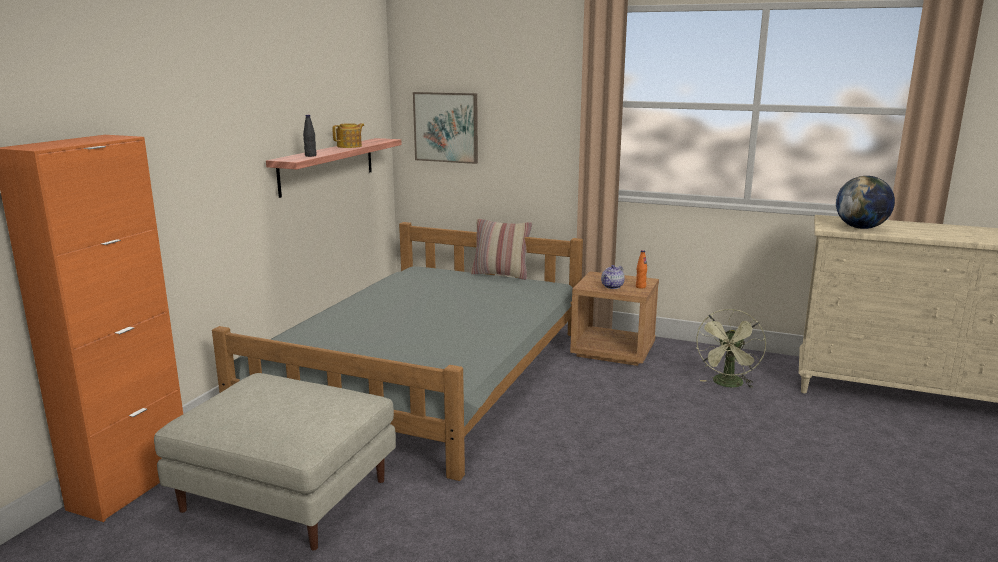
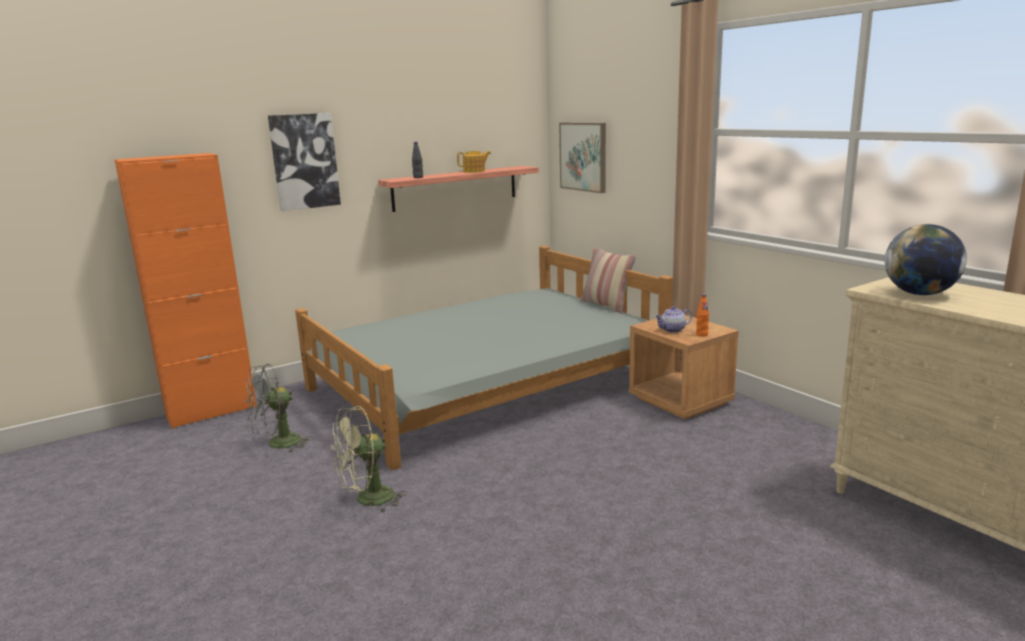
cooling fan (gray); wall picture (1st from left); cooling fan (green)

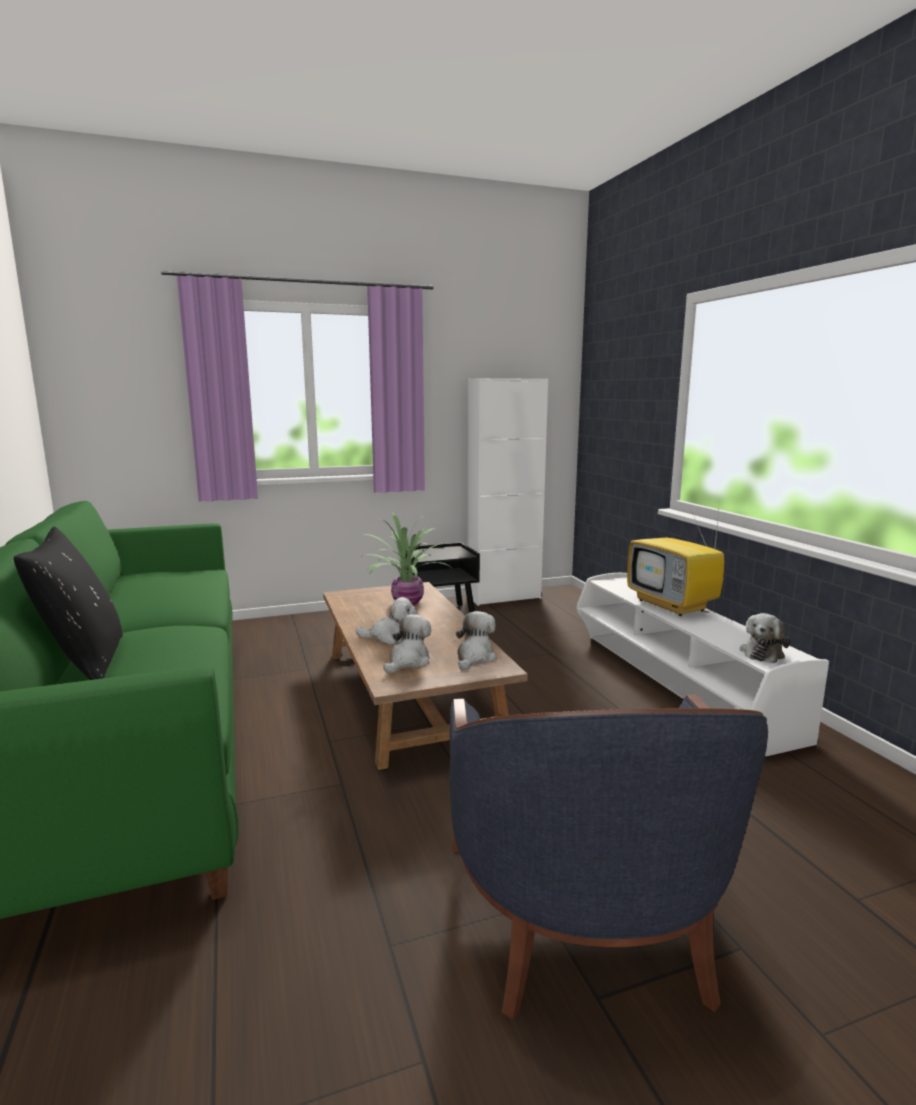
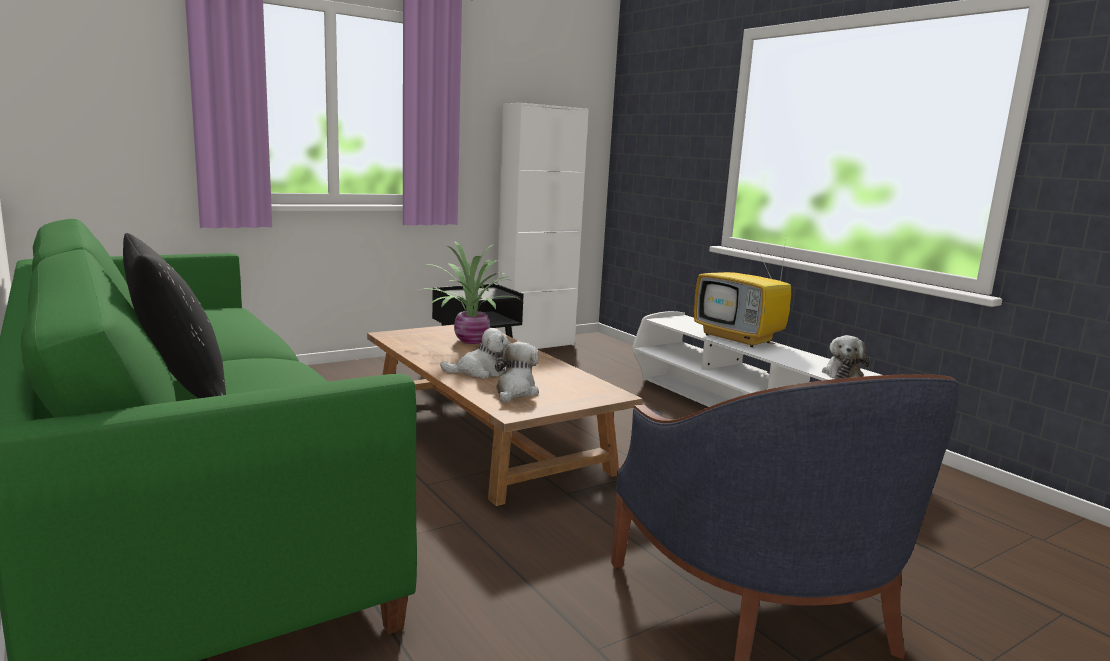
soft toy (3rd from left in the first image)

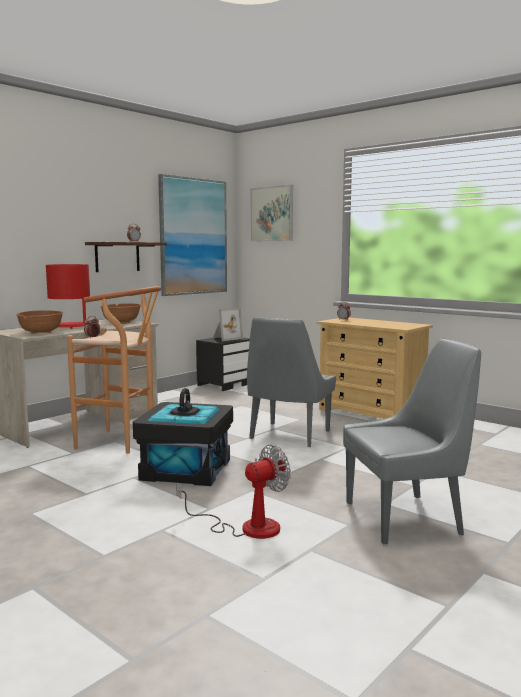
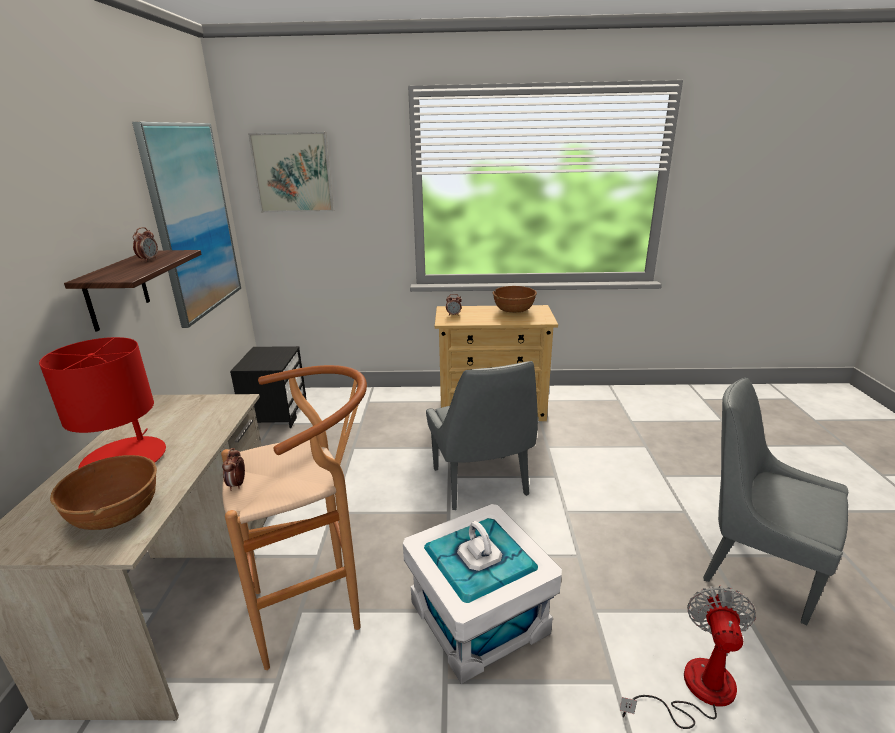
storage box (whitish); bowl (brown) (2nd from left); upright chair (gray) (2nd from left); standing frame

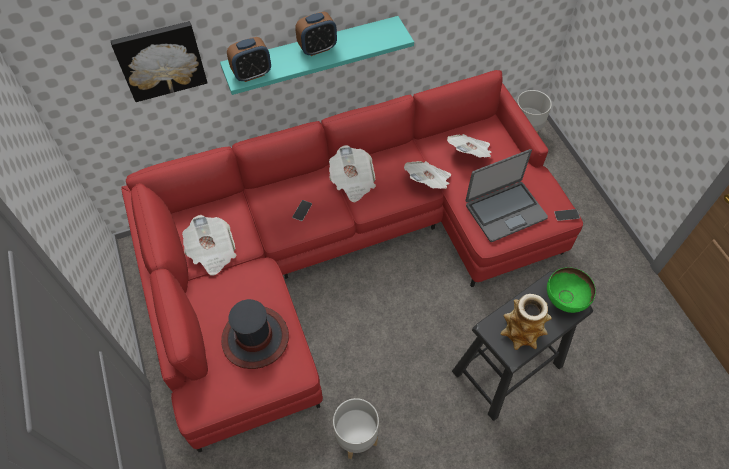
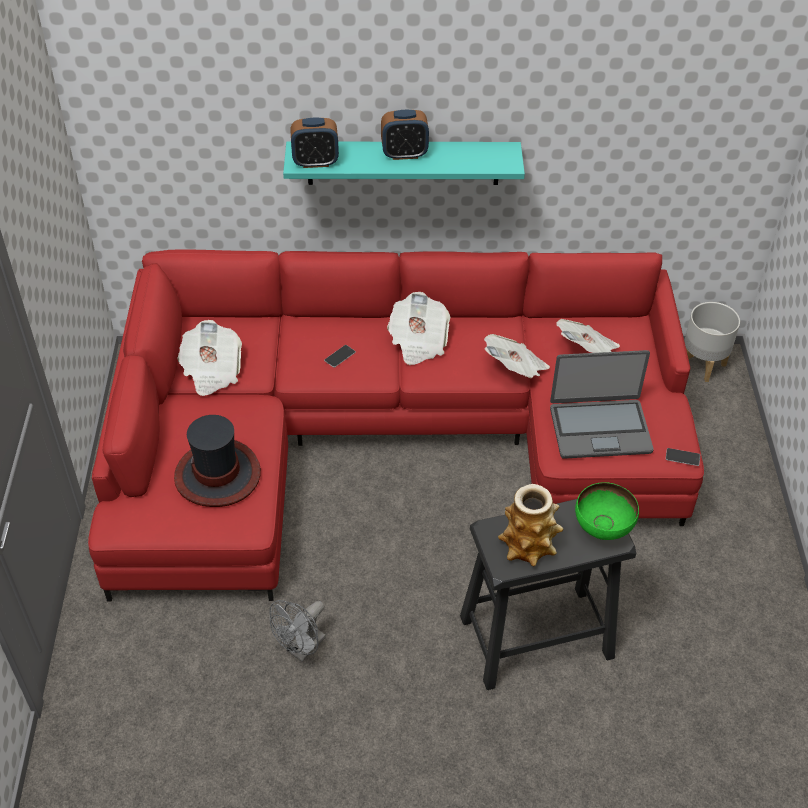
cooling fan (gray); wall picture

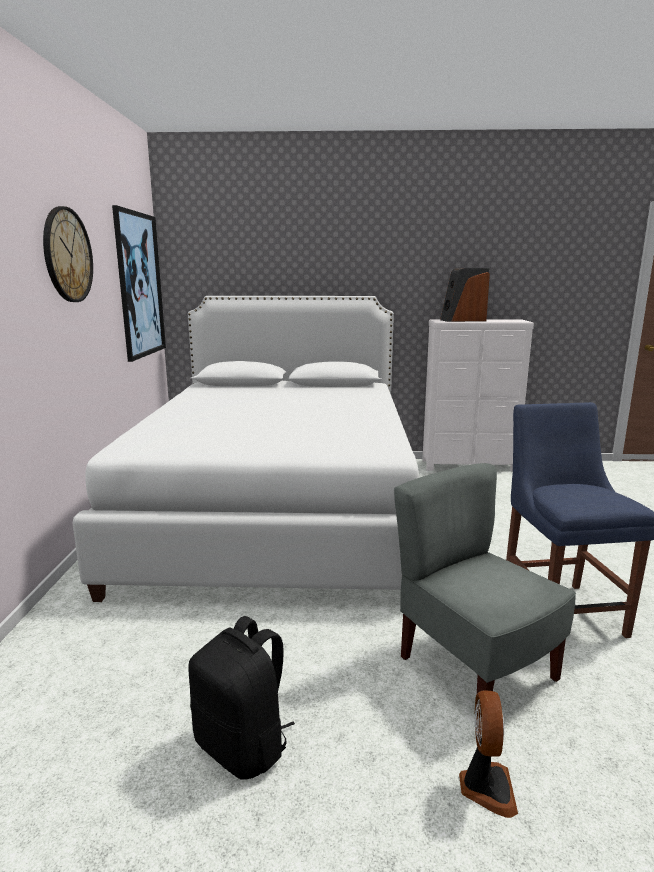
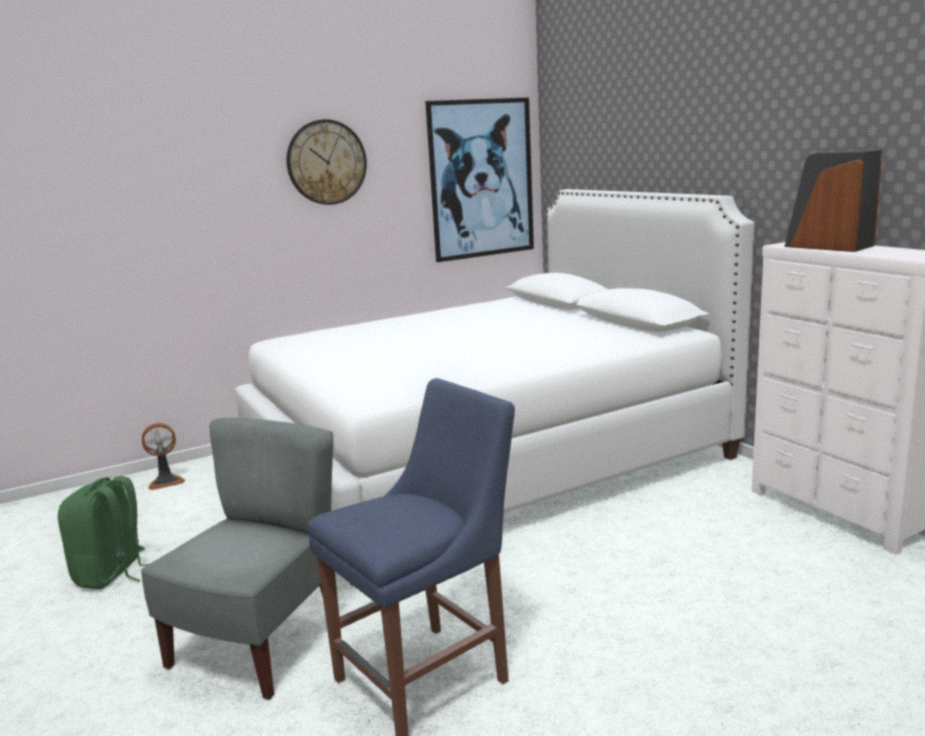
rucksack (green); cooling fan

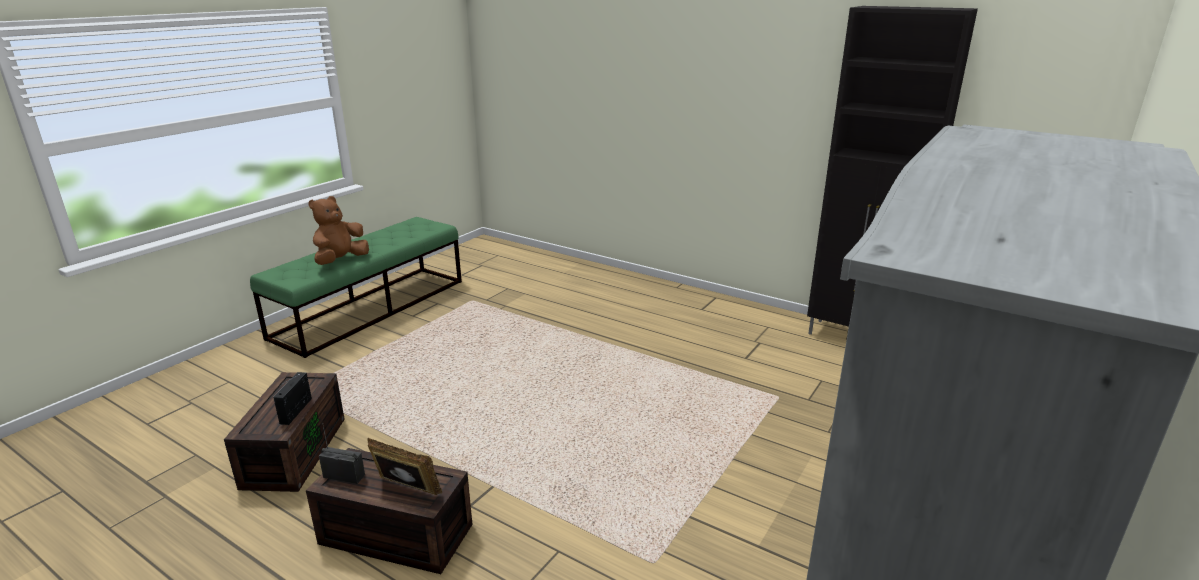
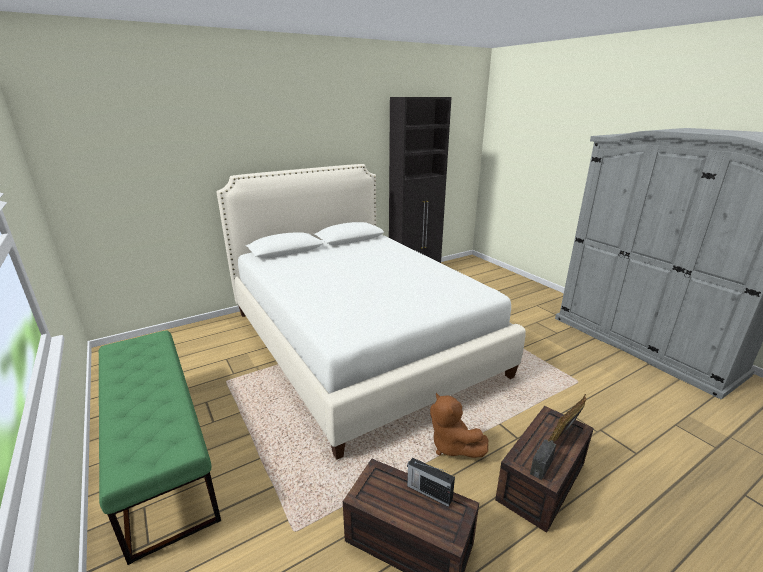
sleeping bed (whitish); soft toy (brown)

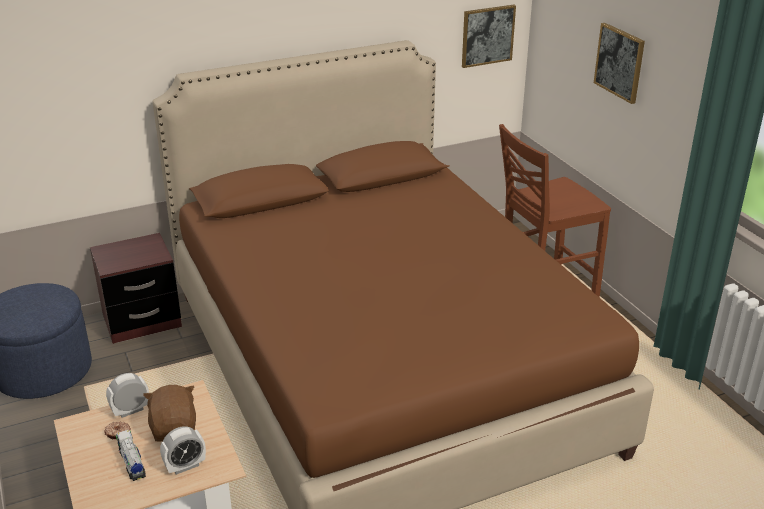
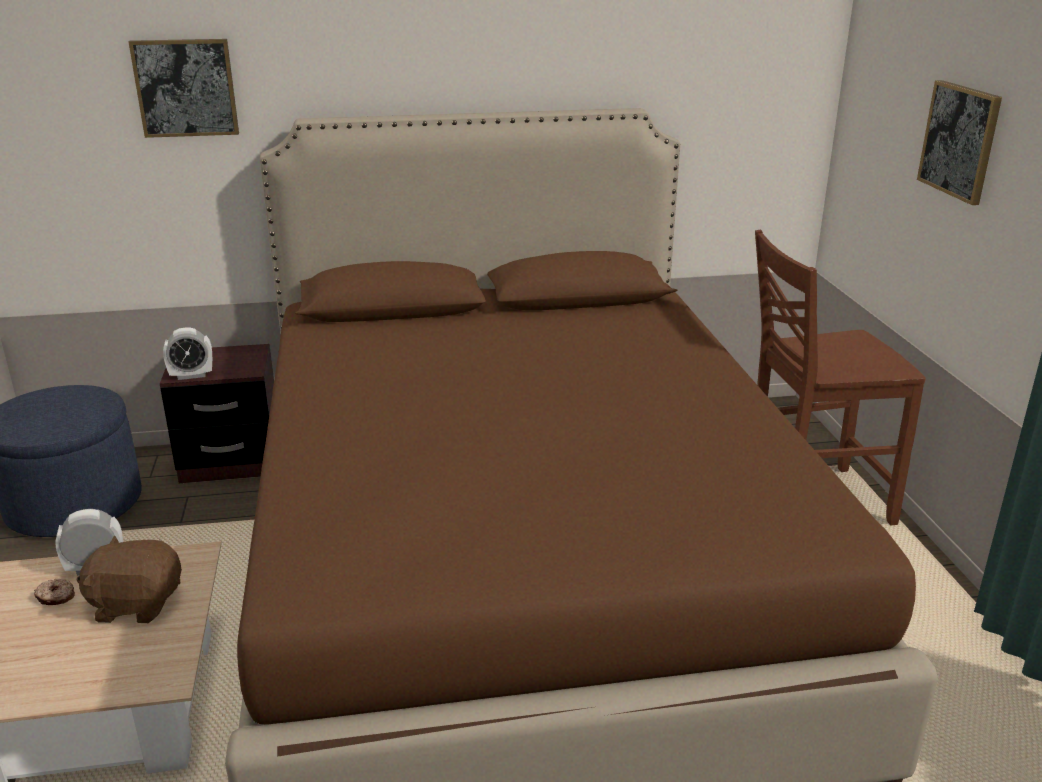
soft toy (brown); wall picture (1st from left); bedside clock (2nd from left); toy truck

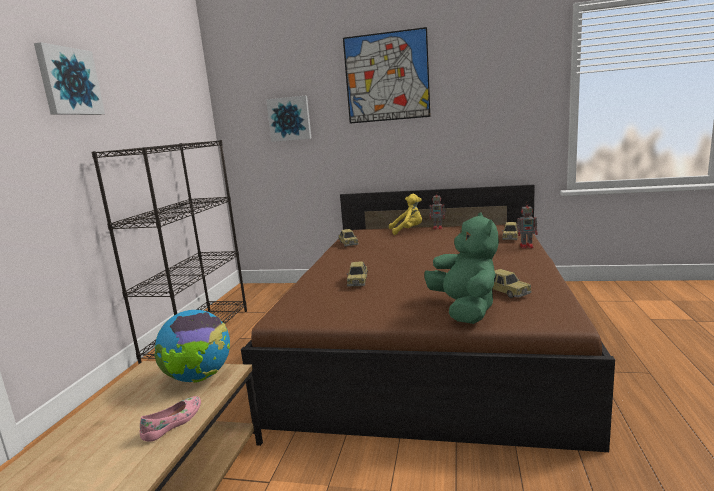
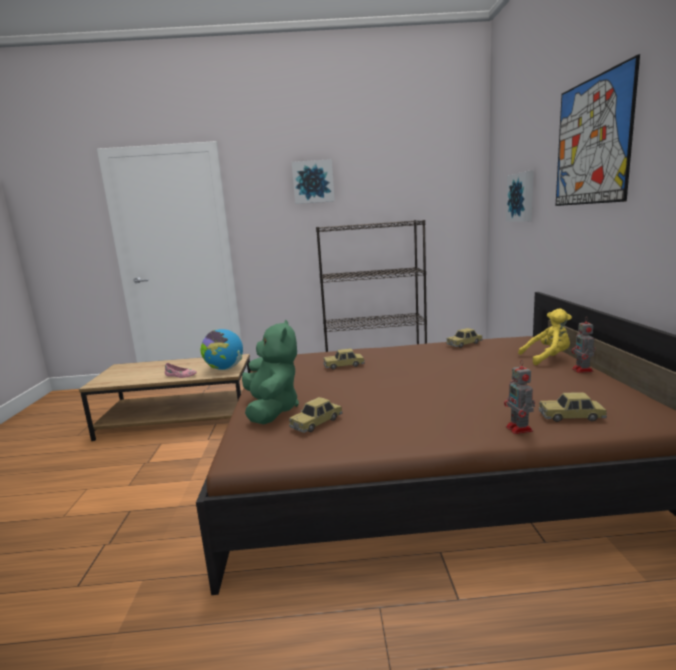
soft toy (green); soft toy (yellow)

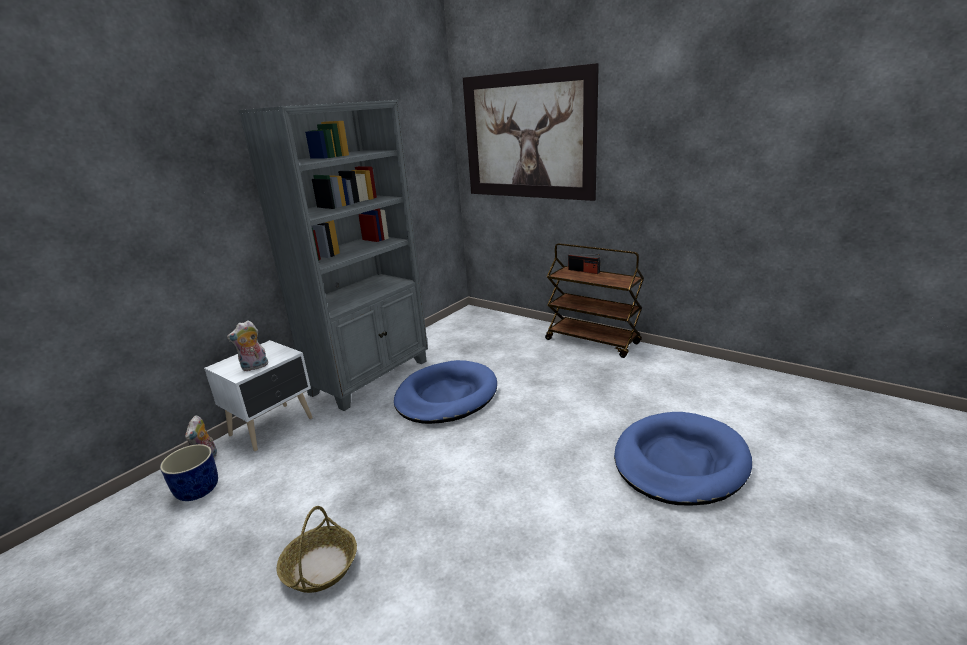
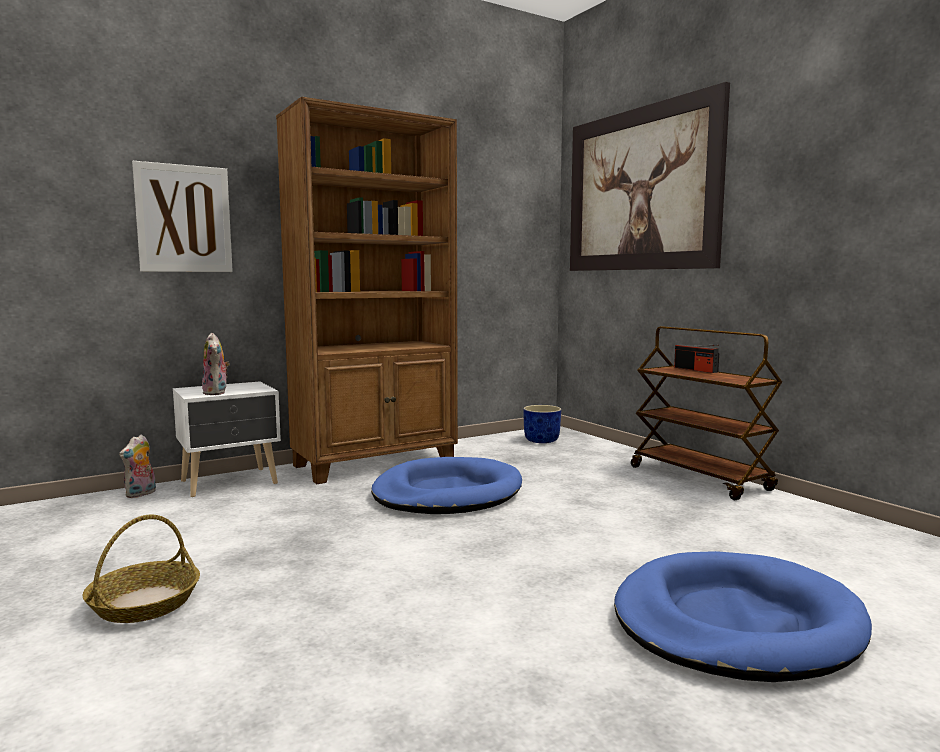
wall picture (1st from left); soft toy (2nd from left); bookshelf (brown); plant pot (blue-coloured)

